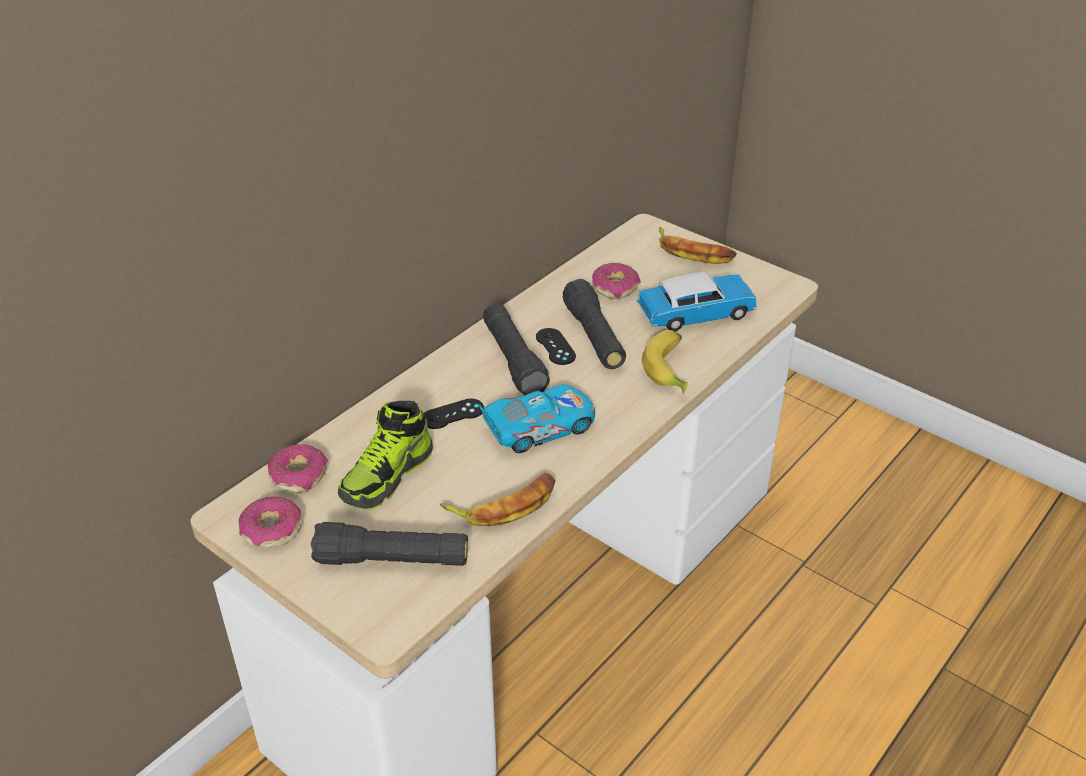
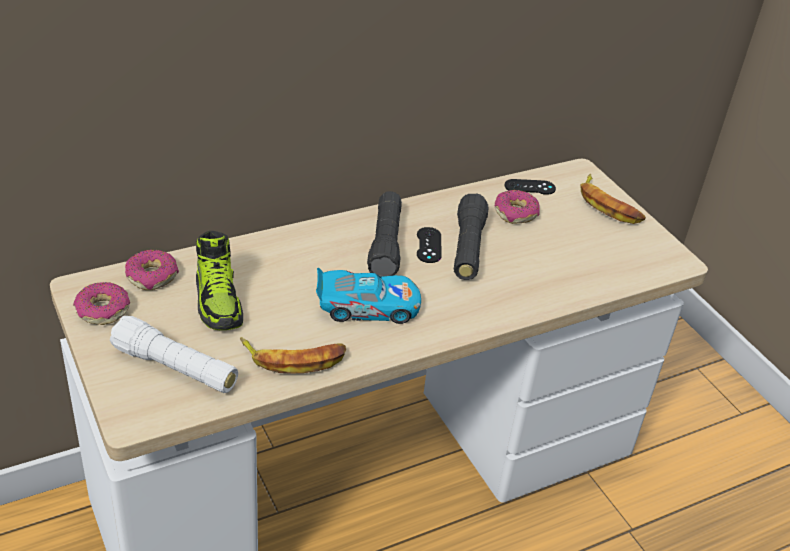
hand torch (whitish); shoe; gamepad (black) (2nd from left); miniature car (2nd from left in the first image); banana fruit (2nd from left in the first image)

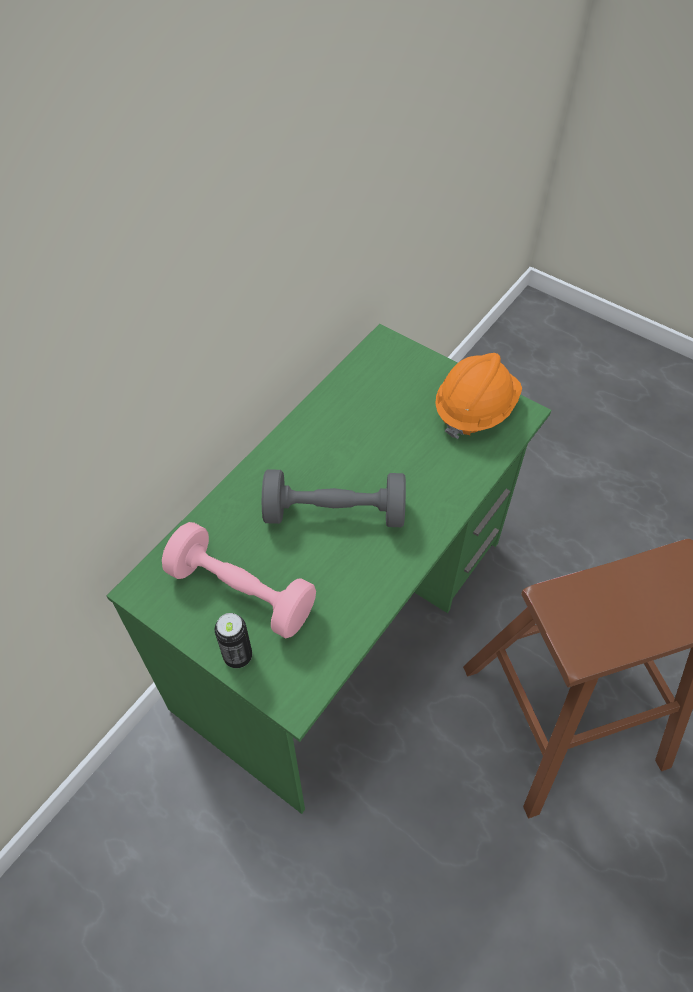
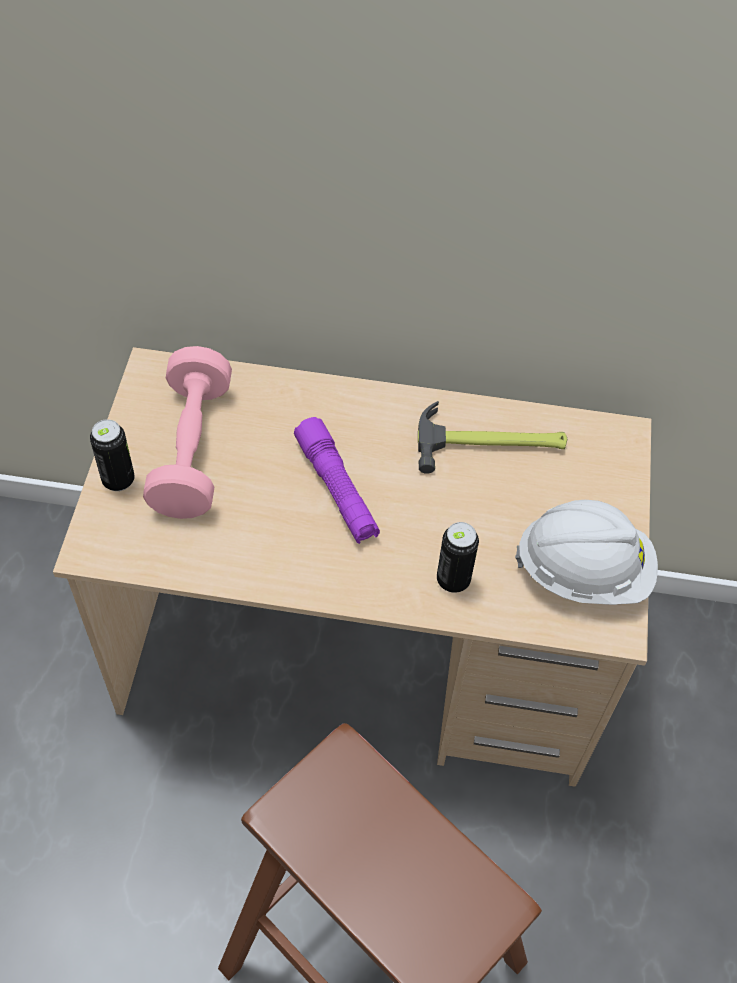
desk (beige); hand torch (purple-coloured); tool hammer; sealed can (2nd from left); safety helmet (whitish)

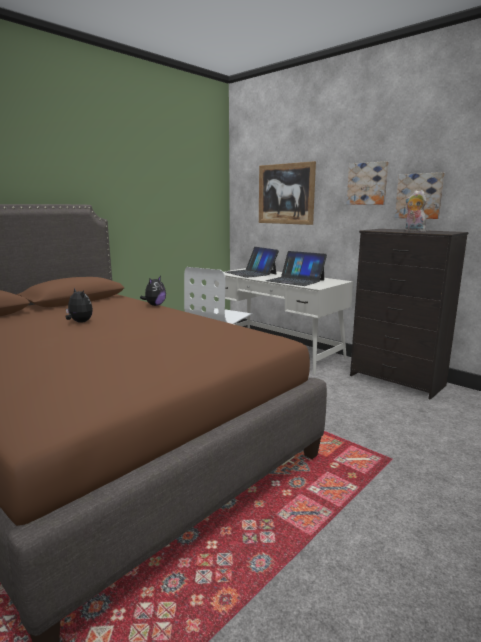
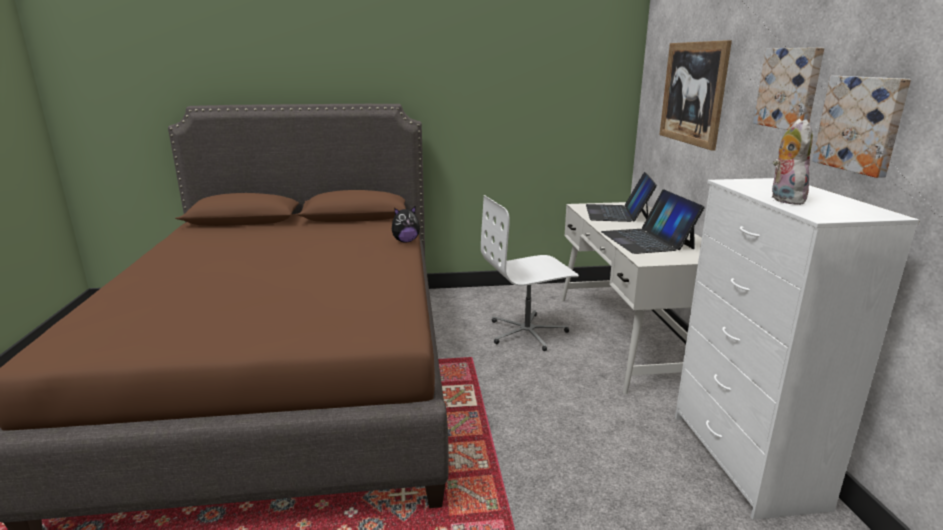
dresser (whitish); soft toy (1st from left in the first image)

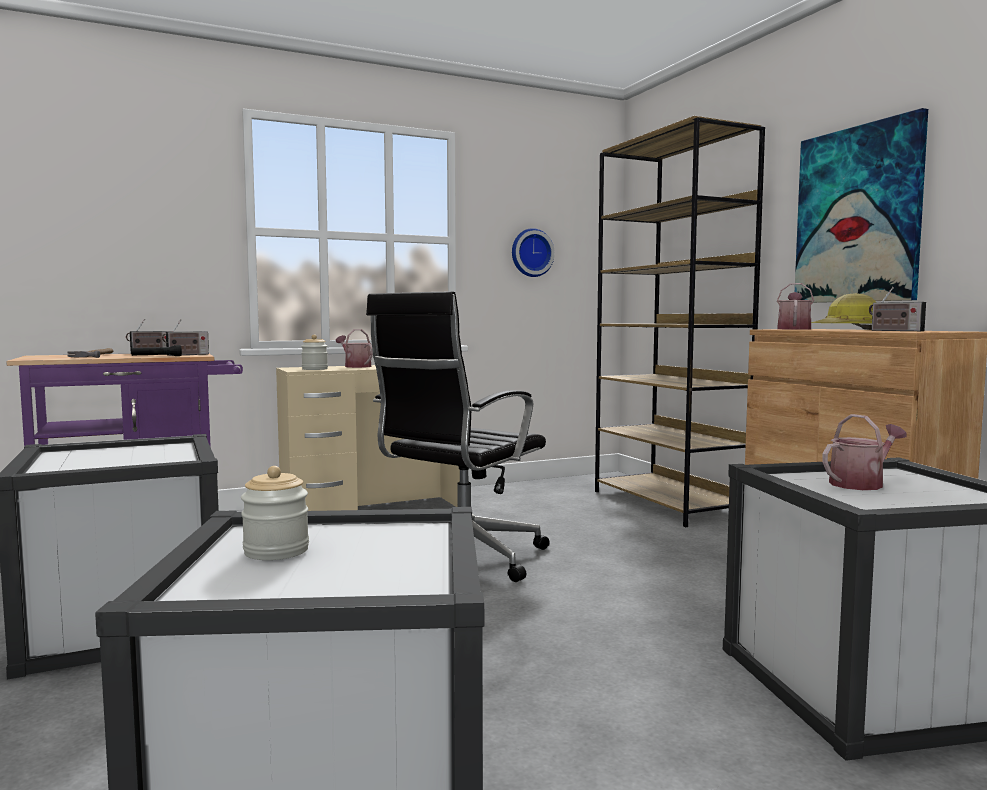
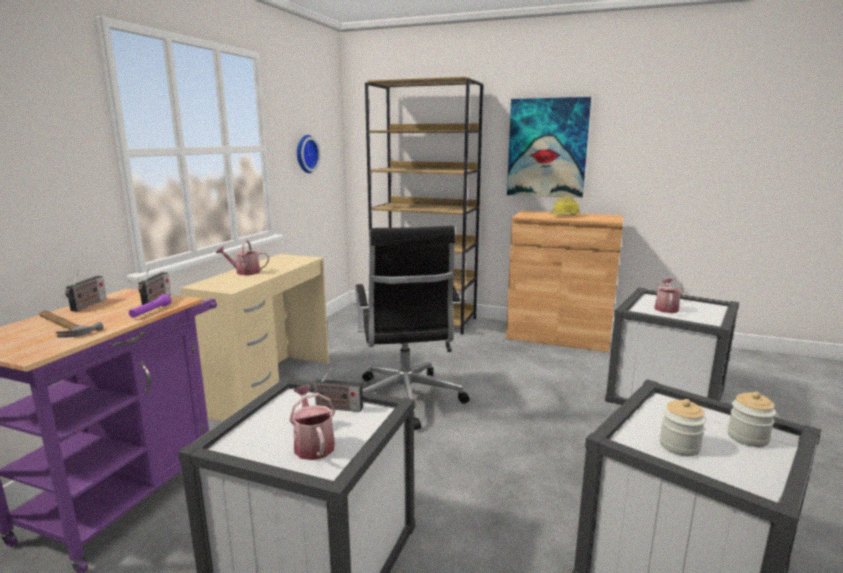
hand torch (purple-coloured); watering pot (2nd from left); radio set (3rd from left); storage jar (2nd from left)

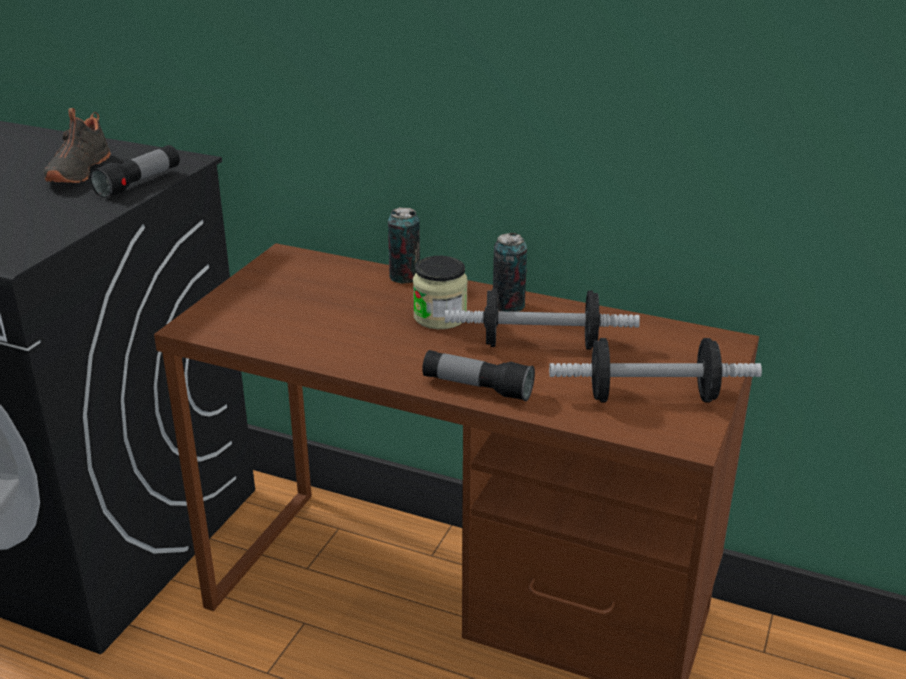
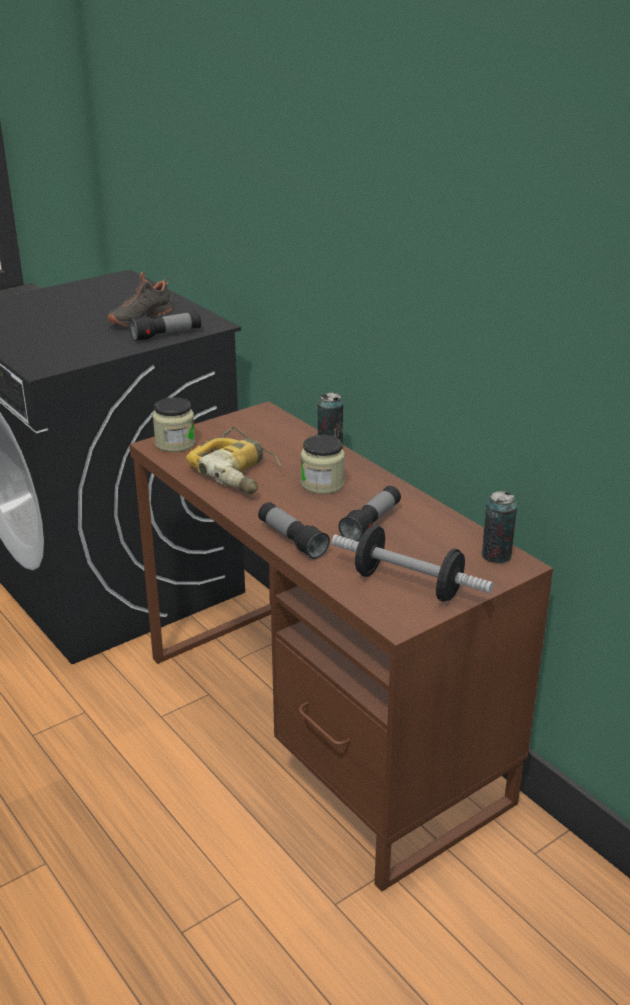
storage jar (1st from left); power drill; hand torch (3rd from left); sealed can (2nd from left)

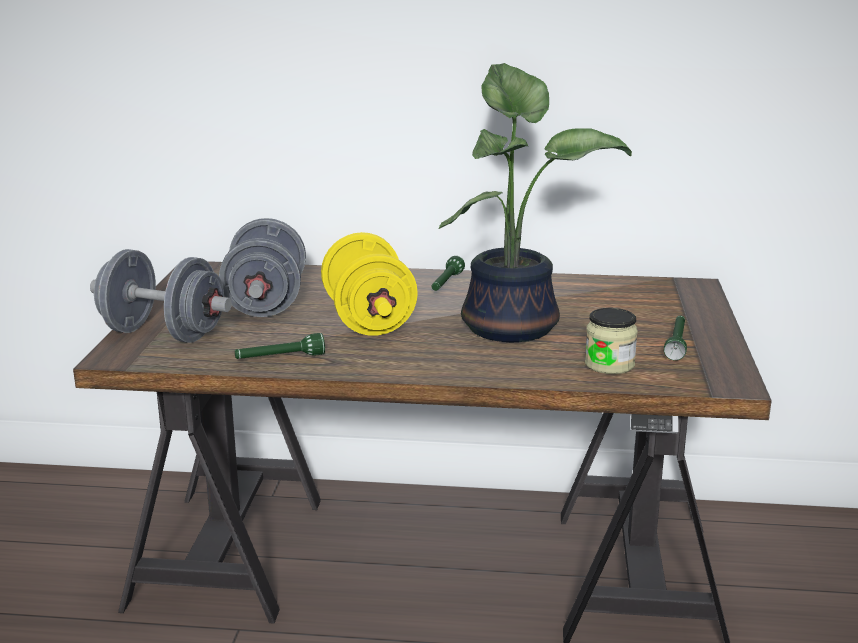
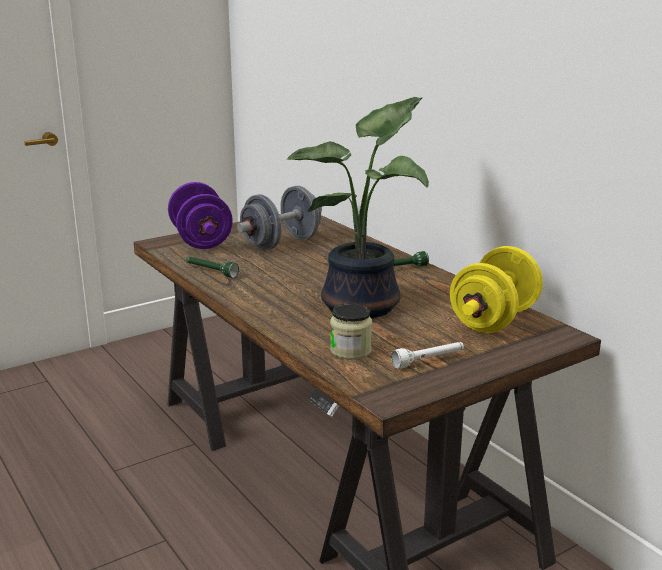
hand weight (purple-coloured); hand torch (whitish); hand weight (yellow)

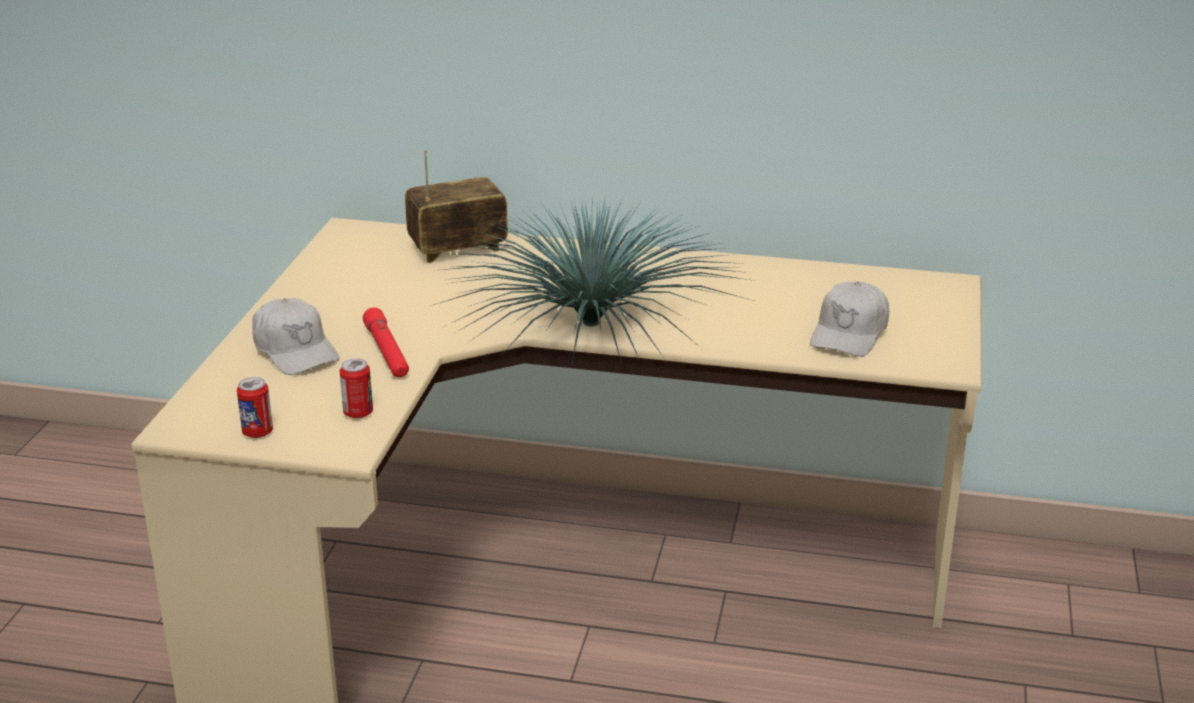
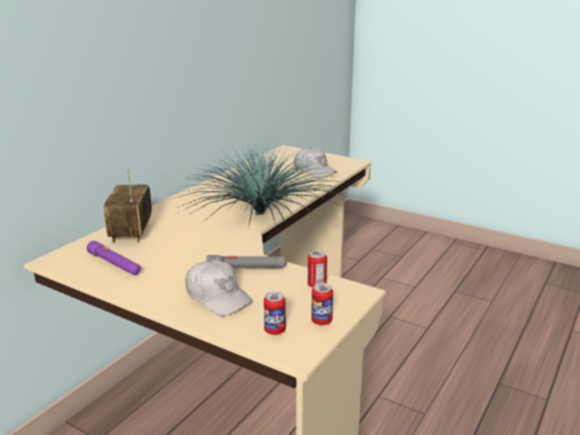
hand torch (purple-coloured); cap (whitish) (1st from left); hand torch (gray); sealed can (1st from left)

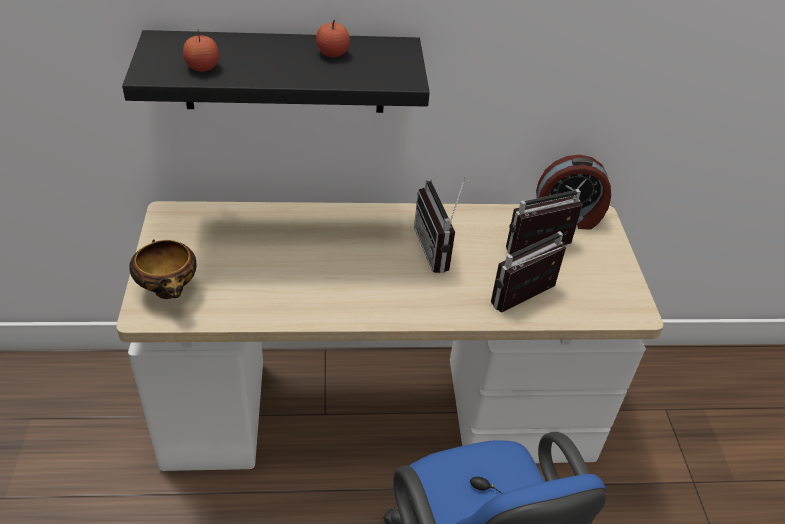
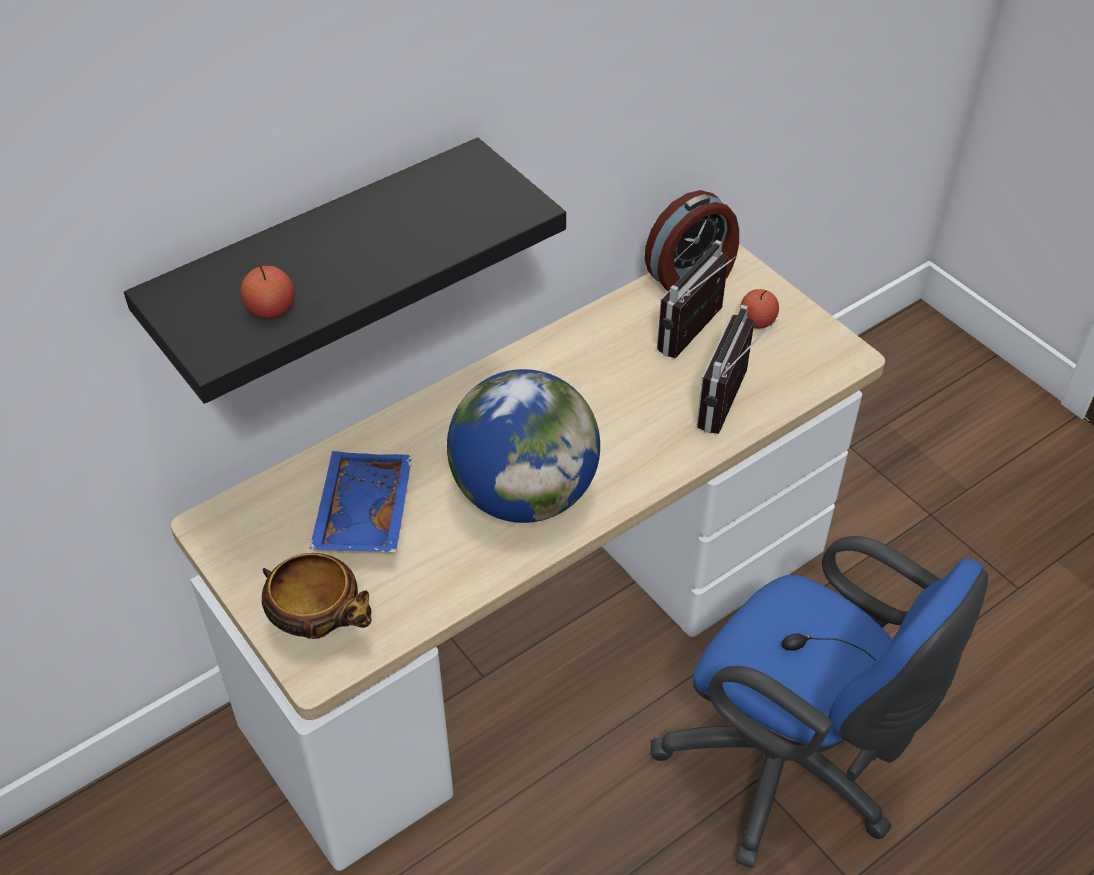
carrying tray (blue-coloured); desk globe; apple fruit (2nd from left); radio set (1st from left in the first image)

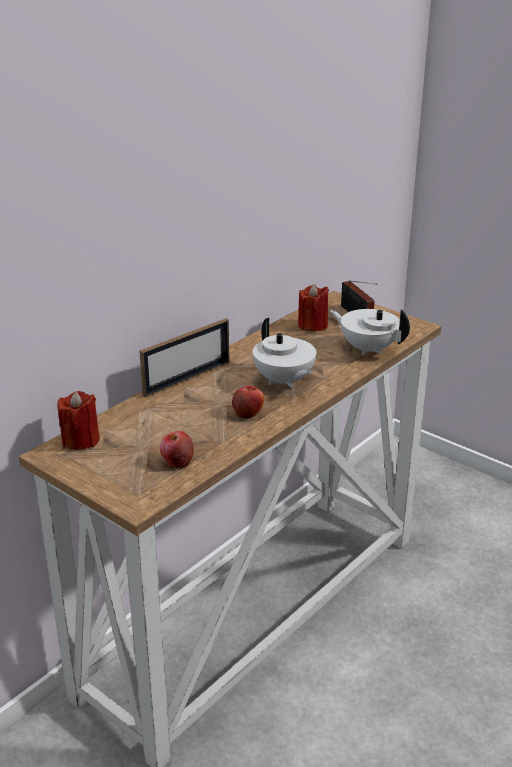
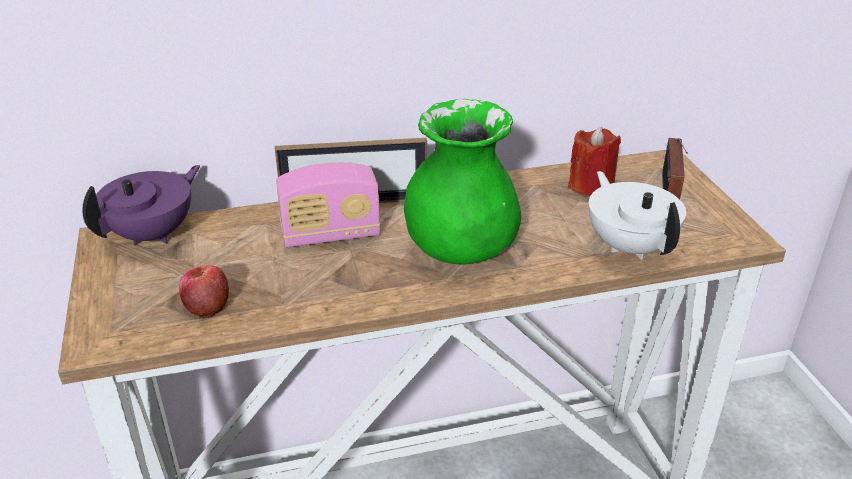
tea pot (purple-coloured); radio set (1st from left); vase (green); apple fruit (2nd from left in the first image)

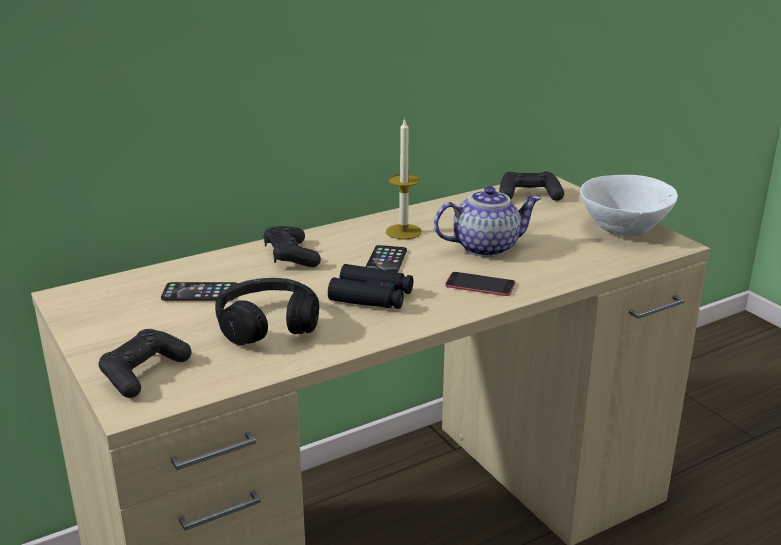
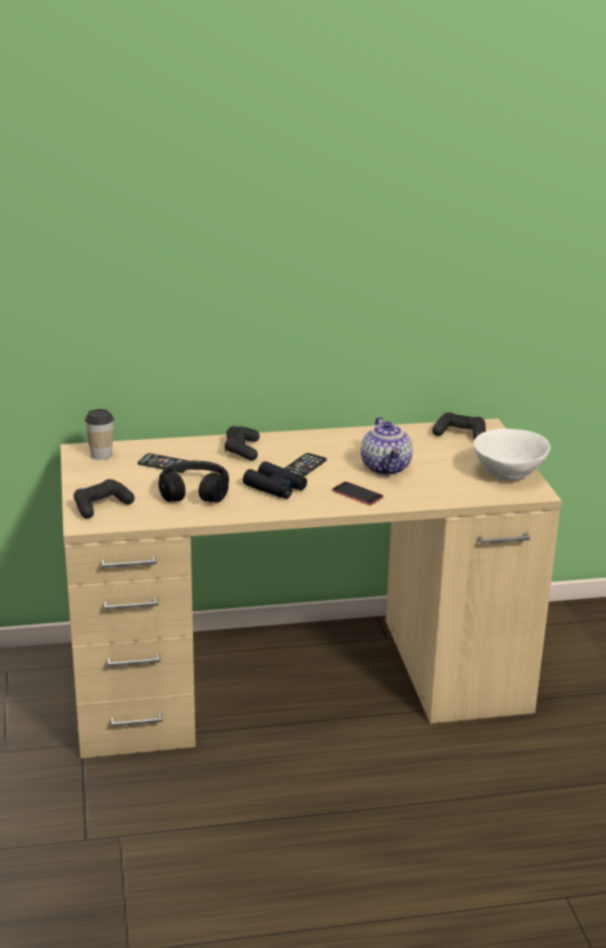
cup; tea pot; wax candle

